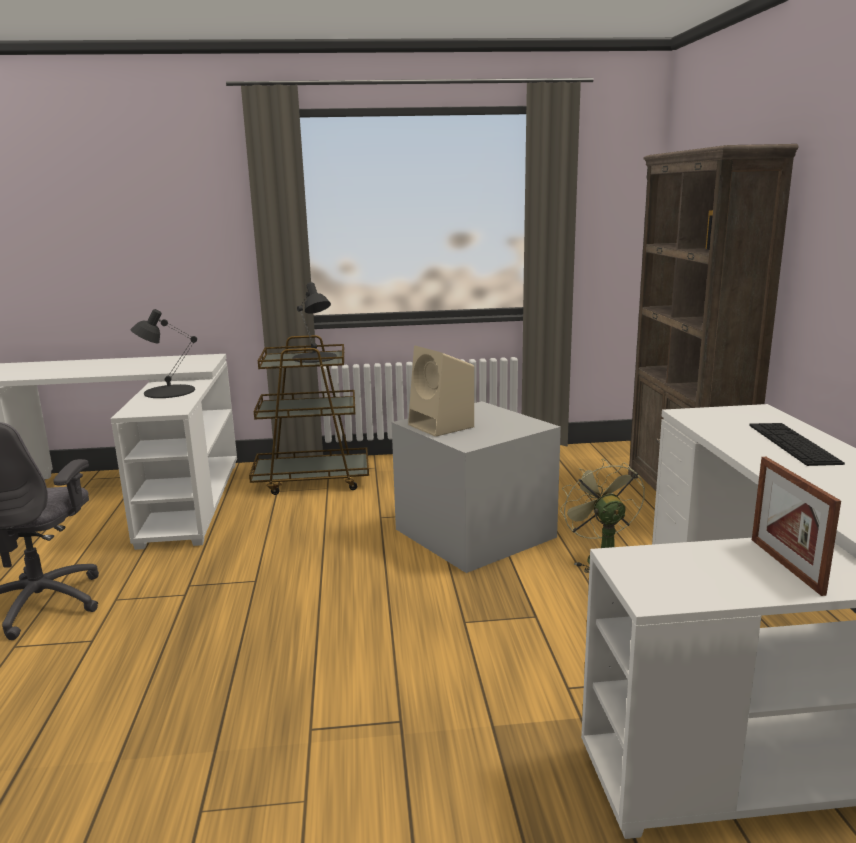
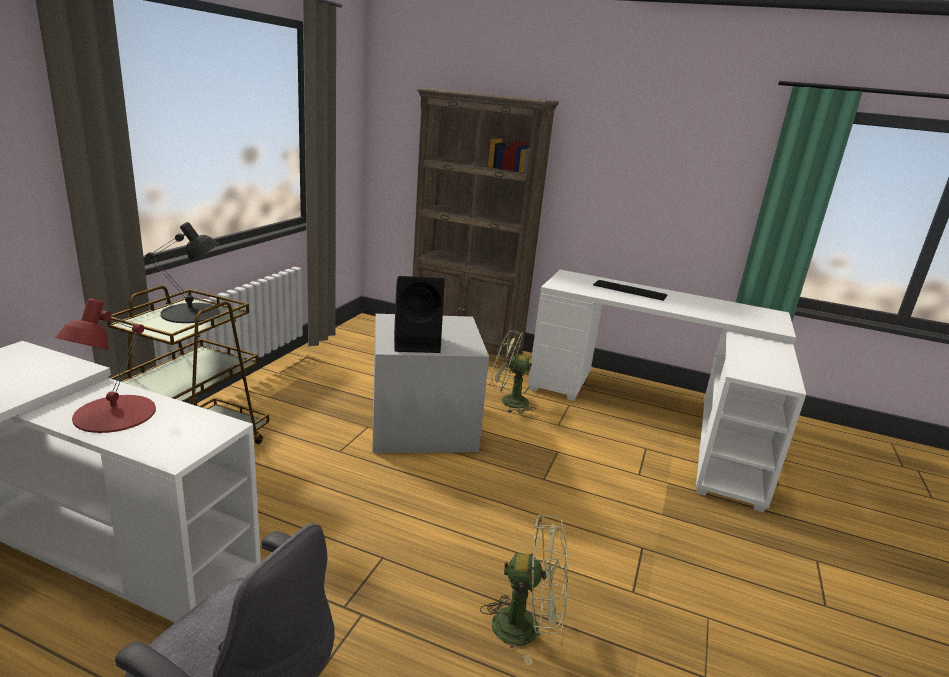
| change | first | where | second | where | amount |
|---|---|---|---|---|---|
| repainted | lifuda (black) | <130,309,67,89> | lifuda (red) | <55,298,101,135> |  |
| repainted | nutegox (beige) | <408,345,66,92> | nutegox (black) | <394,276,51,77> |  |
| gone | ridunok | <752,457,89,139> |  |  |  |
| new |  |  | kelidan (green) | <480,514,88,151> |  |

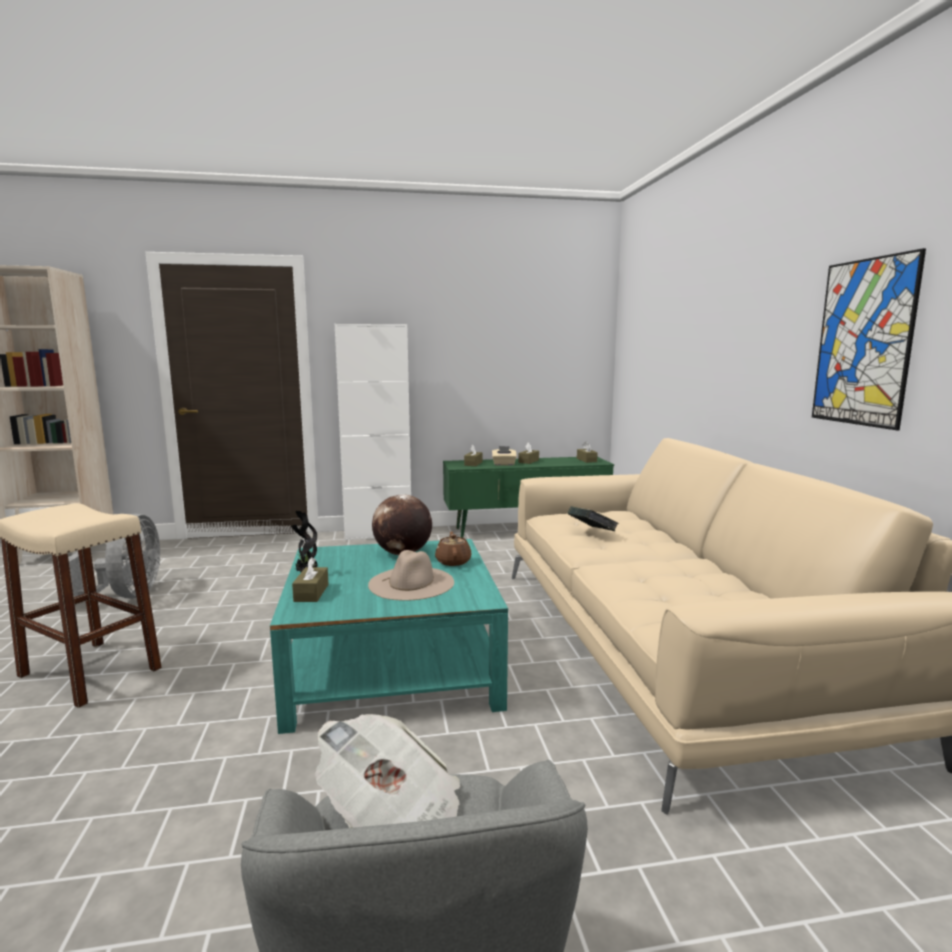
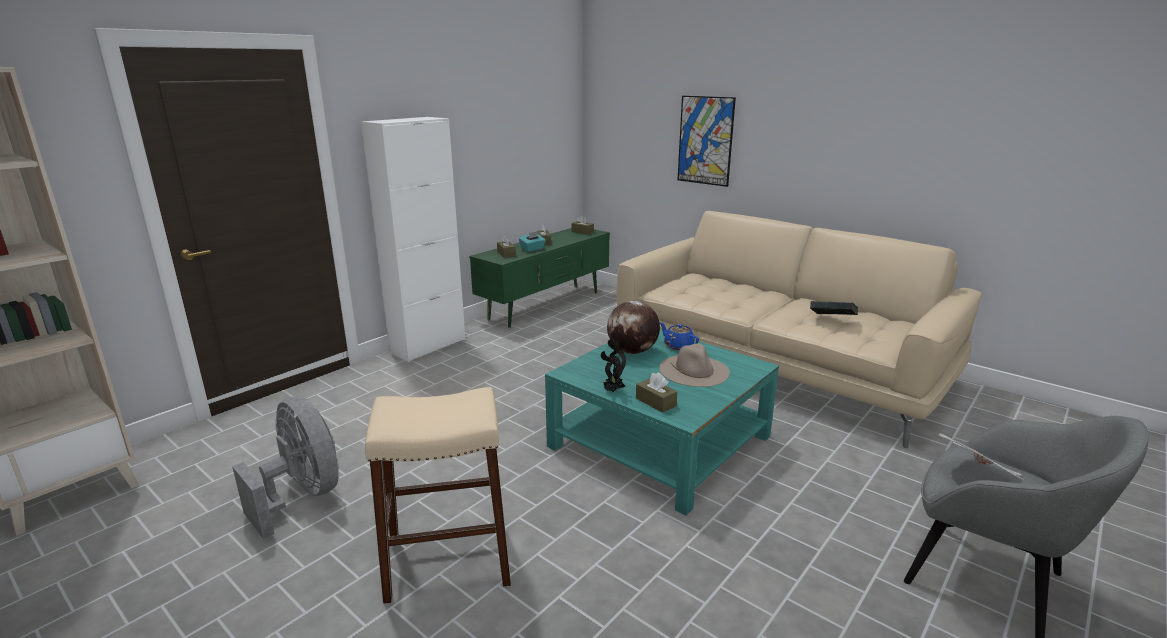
| change | first | where | second | where | amount |
|---|---|---|---|---|---|
| repainted | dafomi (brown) | <435,531,37,35> | dafomi (blue) | <660,322,39,28> |  |
| repainted | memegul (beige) | <492,446,25,19> | memegul (turquoise) | <519,231,27,21> |  |
| shifted | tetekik | <568,506,51,25> |  | <810,301,48,14> |  |
| shifted | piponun | <812,248,114,182> |  | <677,96,59,91> |  |

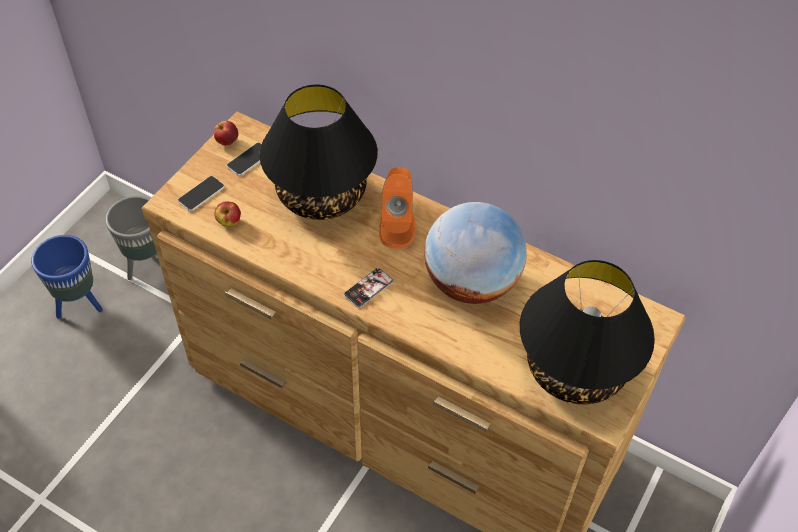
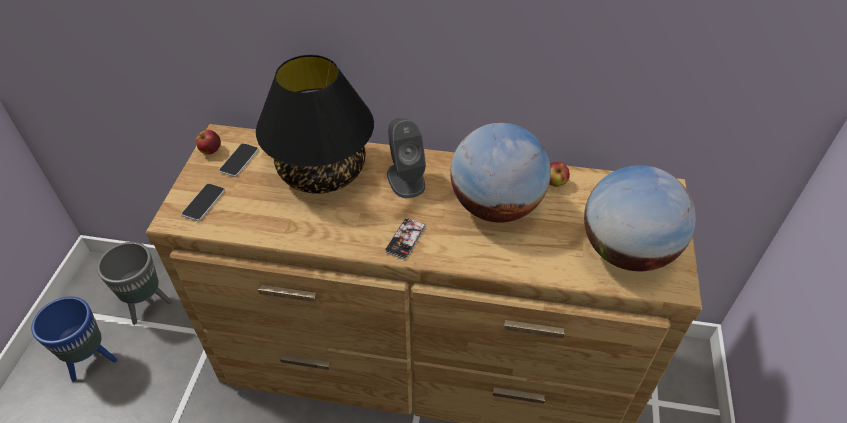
| change | first | where | second | where | amount |
|---|---|---|---|---|---|
| shifted | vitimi | <214,201,27,26> |  | <549,162,21,25> |  |
| repainted | nutegox (orange) | <379,167,37,82> | nutegox (grey) | <387,118,39,80> |  |
| swapped | lifuda (black) | <520,260,135,144> | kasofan | <584,165,112,106> |  |

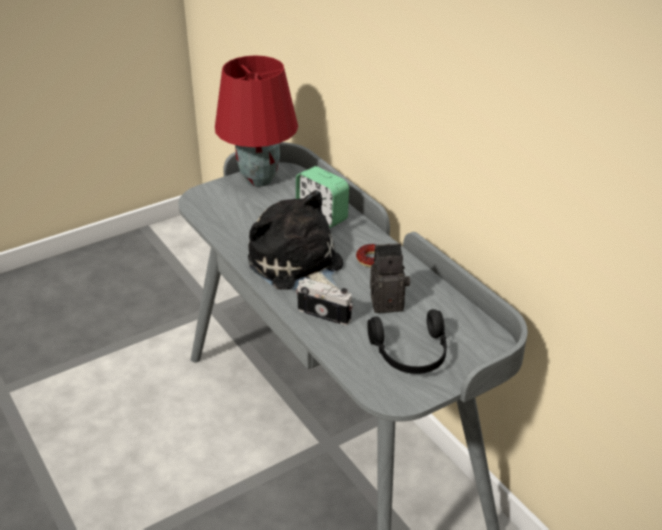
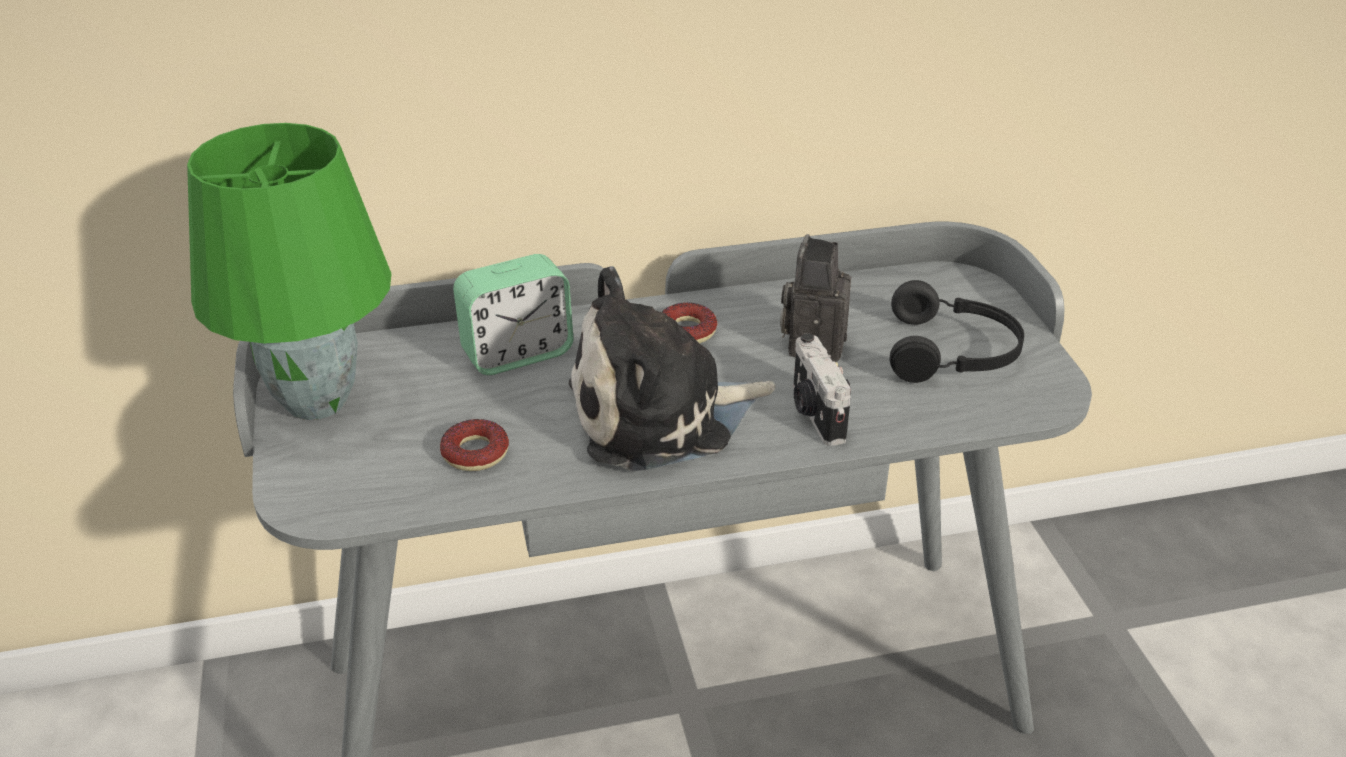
| change | first | where | second | where | amount |
|---|---|---|---|---|---|
| repainted | lifuda (red) | <215,55,83,132> | lifuda (green) | <187,123,205,297> |  |
| rotated | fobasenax | <296,278,57,48> |  | <793,333,58,113> | 60 degrees counterclockwise |
| new |  |  | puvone | <440,419,69,52> |  |

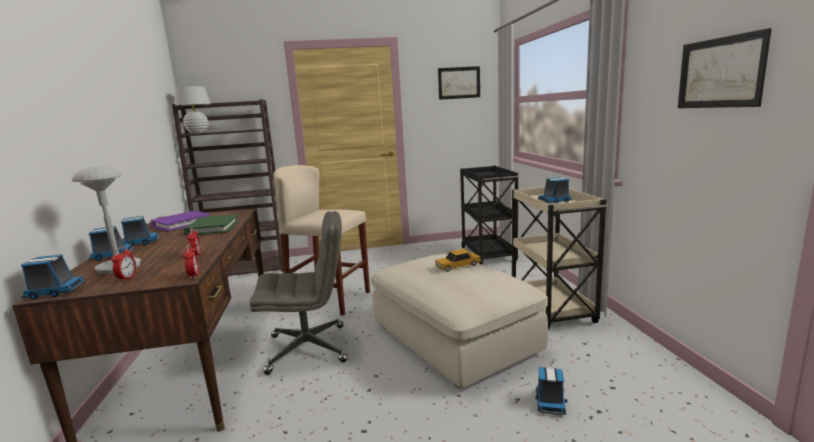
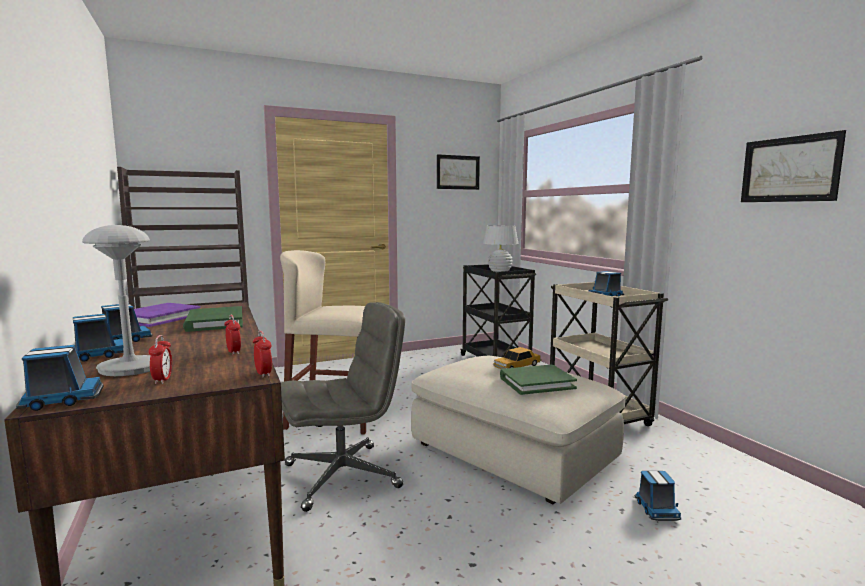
| change | first | where | second | where | amount |
|---|---|---|---|---|---|
| shifted | lifuda (white) | <174,86,37,48> |  | <483,225,36,47> |  |
| new |  |  | tetekik (green) | <500,365,77,30> |  |

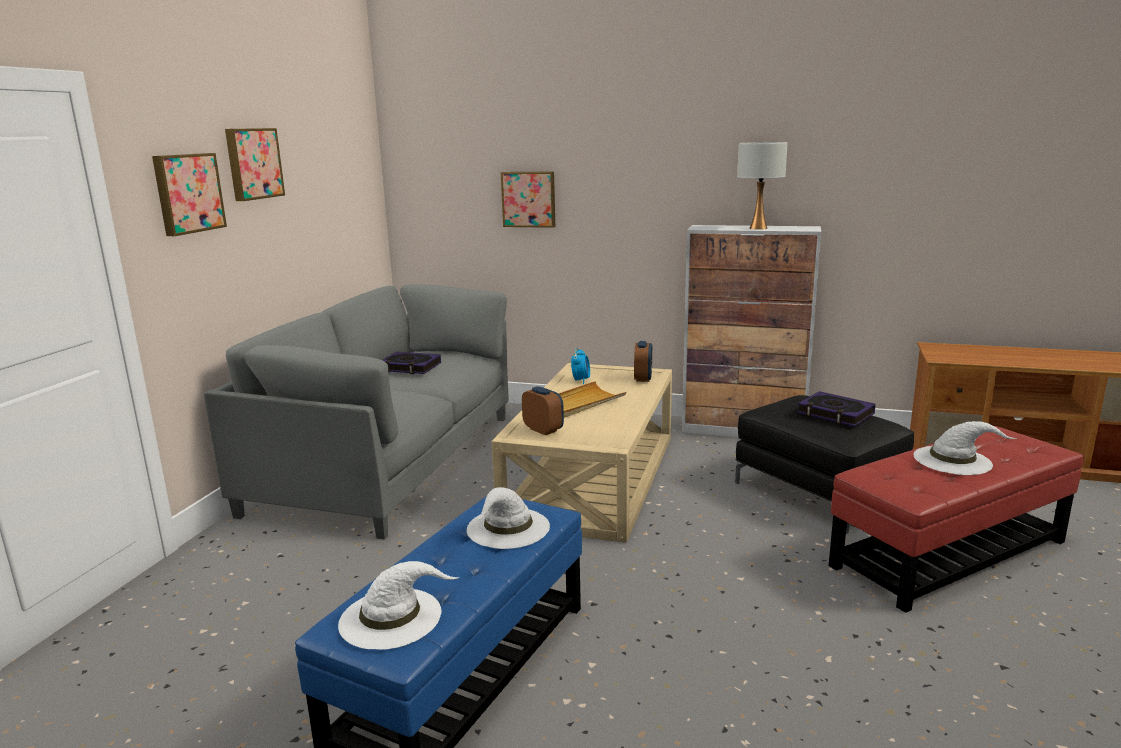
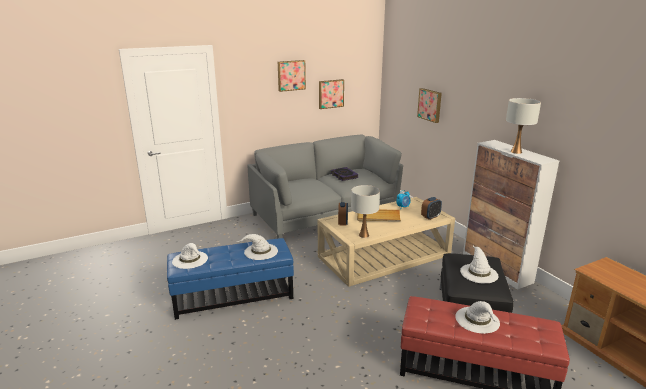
| change | first | where | second | where | amount |
|---|---|---|---|---|---|
| shifted | piponun | <152,153,75,83> |  | <319,79,25,30> |  |
| swapped | tetekik | <797,391,79,36> | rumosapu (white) | <460,246,38,37> |  |
| new |  |  | lifuda (white) | <351,185,29,53> |  |

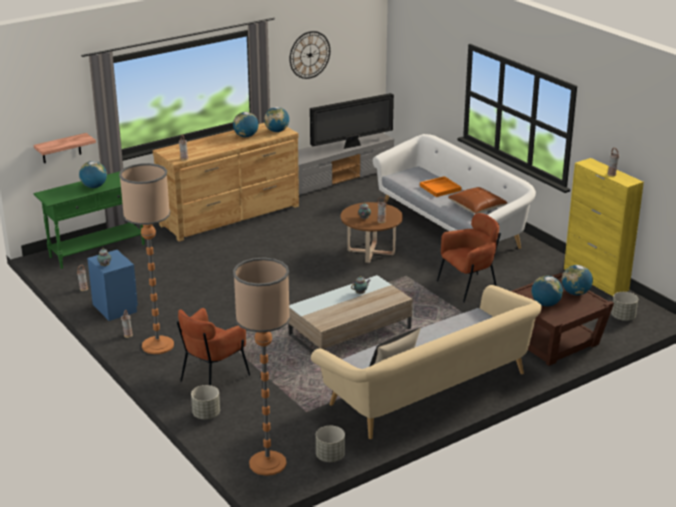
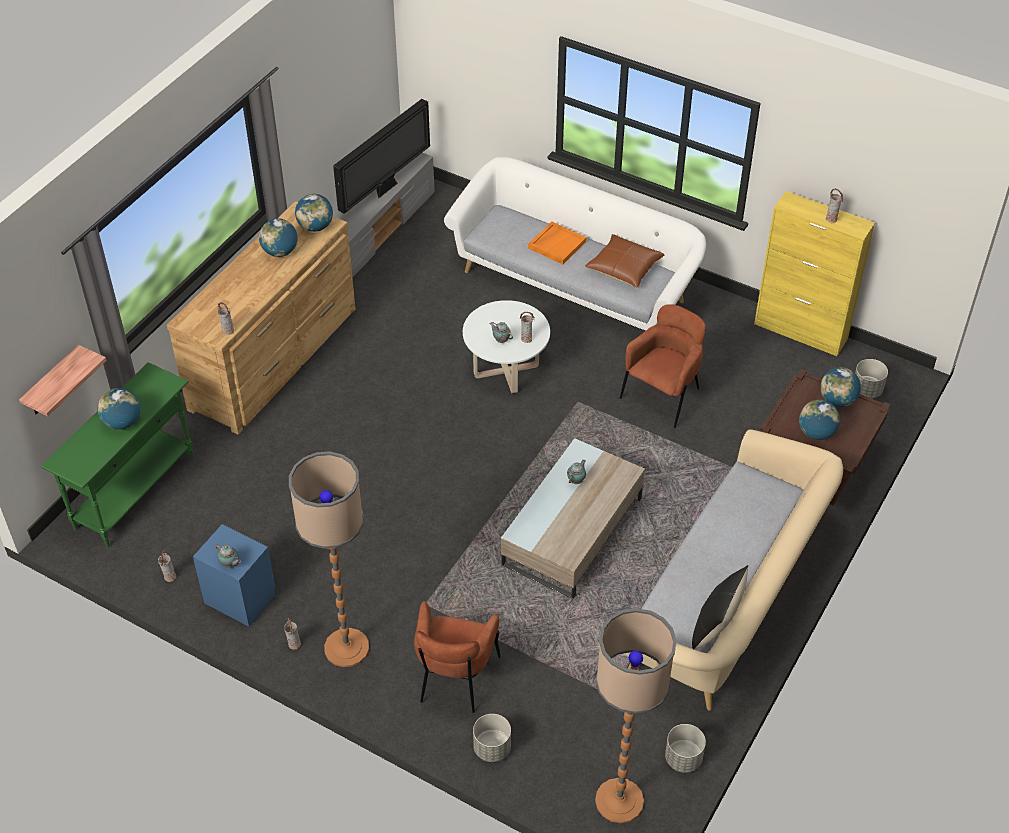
| change | first | where | second | where | amount |
|---|---|---|---|---|---|
| gone | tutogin | <290,31,40,48> |  |  |  |
| repainted | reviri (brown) | <340,202,63,61> | reviri (white) | <463,300,87,93> |  |

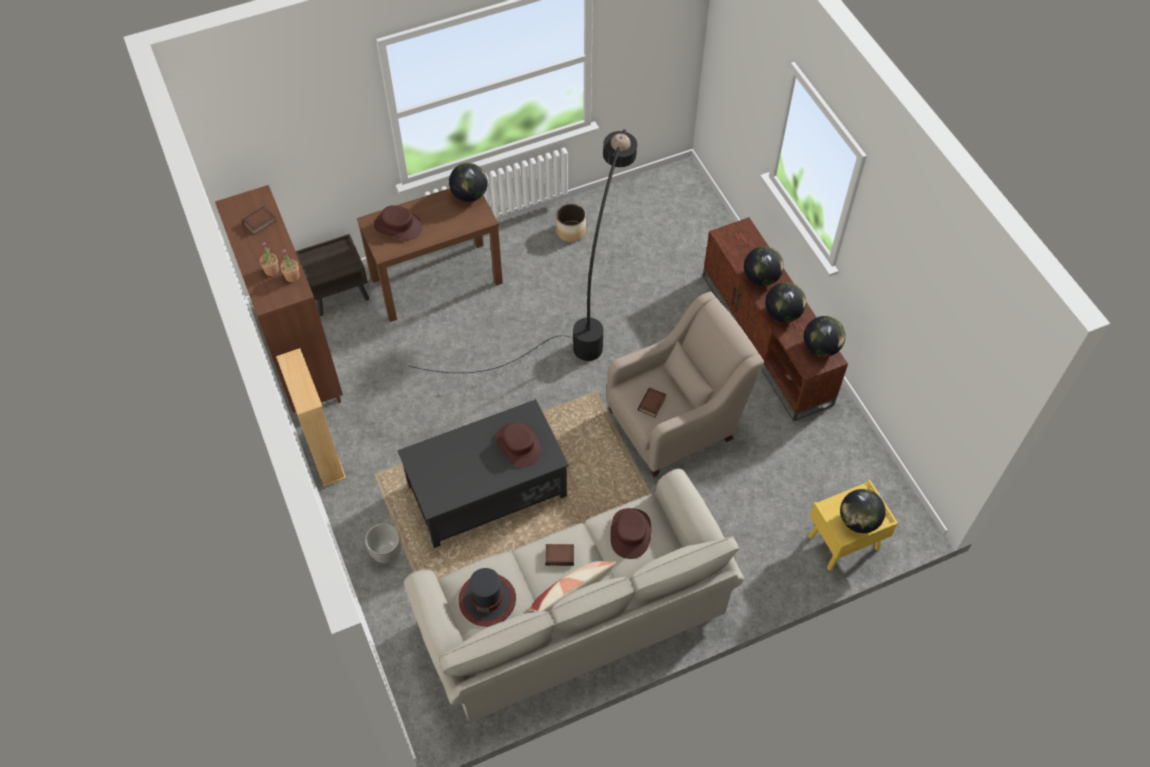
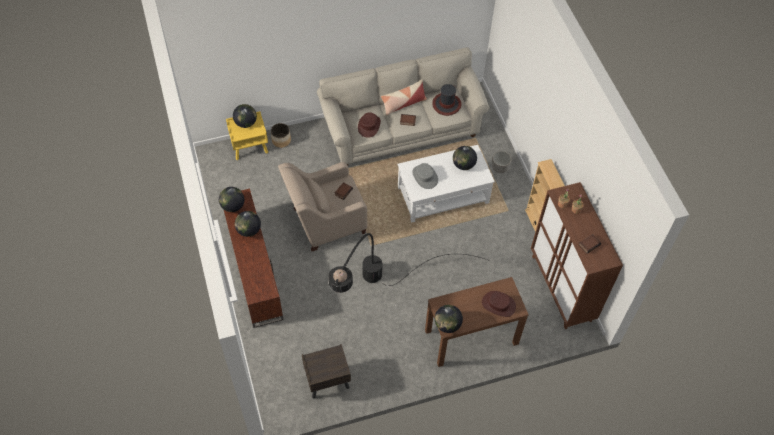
| change | first | where | second | where | amount |
|---|---|---|---|---|---|
| shifted | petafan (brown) | <296,234,73,82> |  | <302,344,49,54> |  |
| repainted | reviri (black) | <398,399,171,149> | reviri (white) | <398,145,97,78> |  |
| repainted | rumosapu (brown) | <495,422,46,45> | rumosapu (grey) | <412,163,26,26> |  |
| shifted | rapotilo | <556,204,30,38> |  | <271,123,20,25> |  |
| shifted | kasofan | <744,246,40,40> |  | <453,146,24,24> |  |

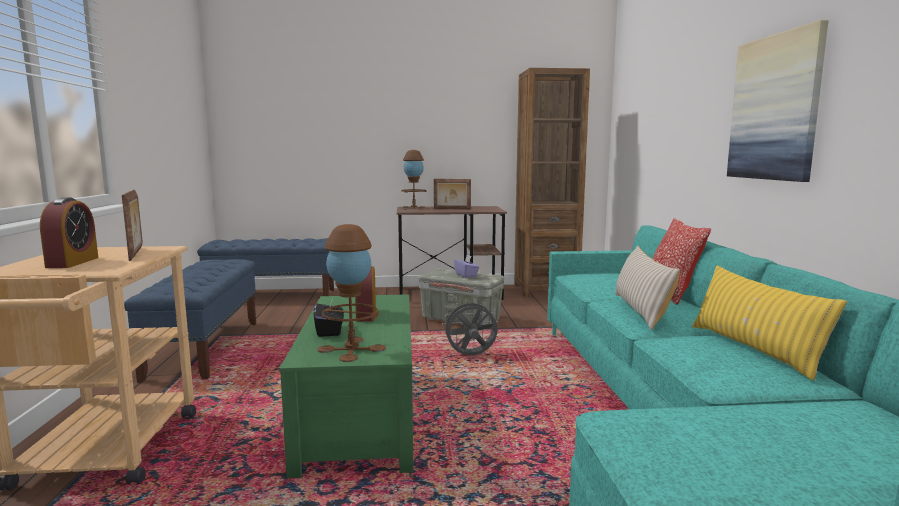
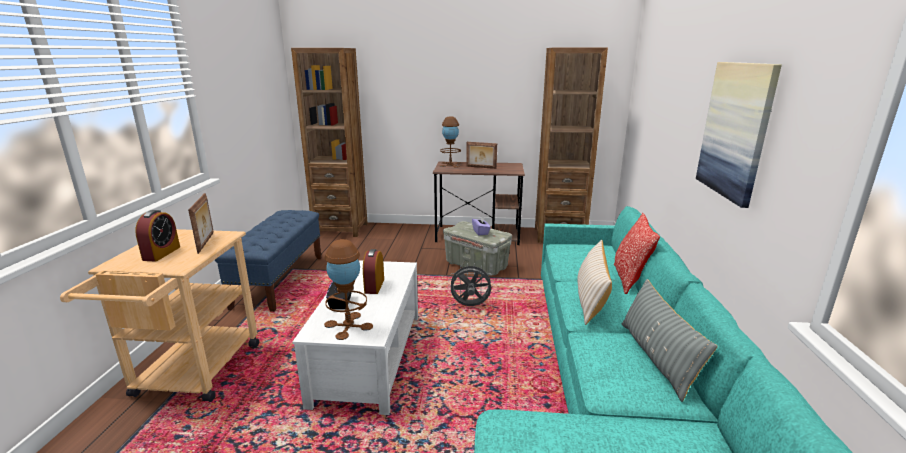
| change | first | where | second | where | amount |
|---|---|---|---|---|---|
| swapped | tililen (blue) | <197,238,137,58> | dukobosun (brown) | <291,48,77,189> |  |
| repainted | reviri (green) | <279,294,135,184> | reviri (white) | <293,260,125,155> |  |
| repainted | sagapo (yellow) | <692,265,155,116> | sagapo (grey) | <621,279,97,123> |  |

